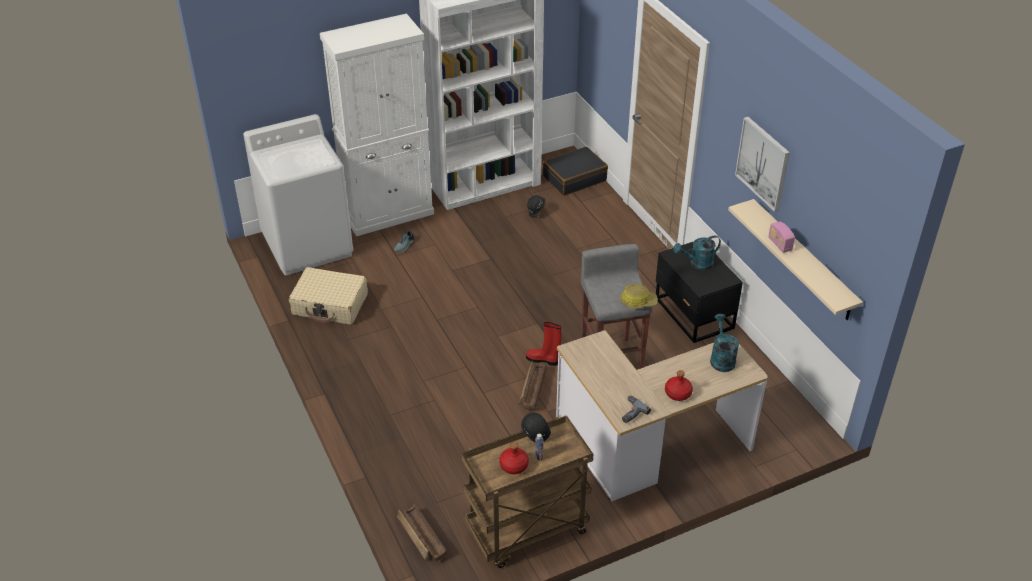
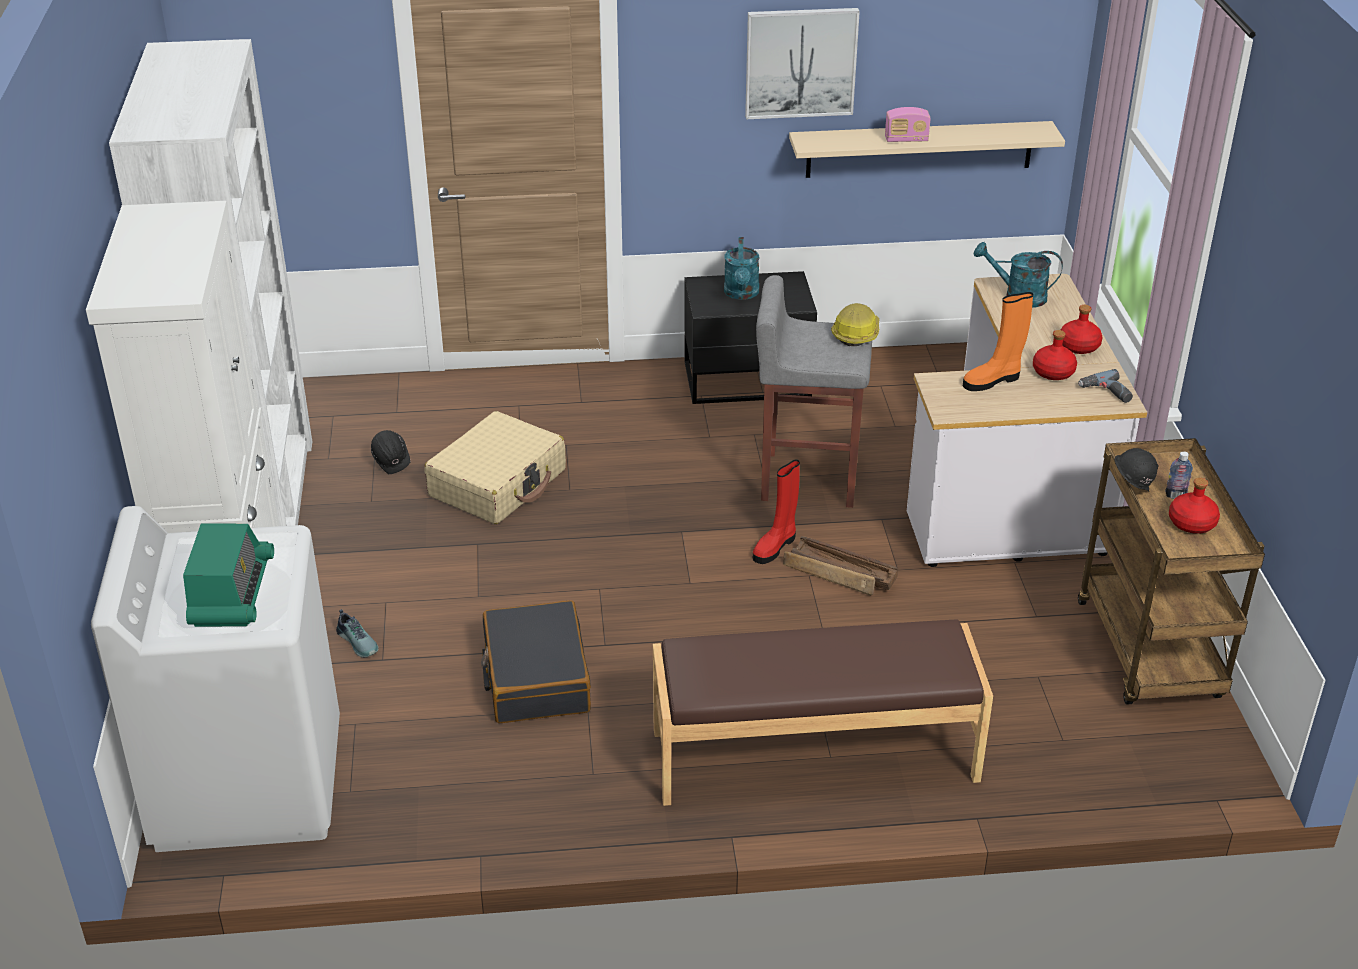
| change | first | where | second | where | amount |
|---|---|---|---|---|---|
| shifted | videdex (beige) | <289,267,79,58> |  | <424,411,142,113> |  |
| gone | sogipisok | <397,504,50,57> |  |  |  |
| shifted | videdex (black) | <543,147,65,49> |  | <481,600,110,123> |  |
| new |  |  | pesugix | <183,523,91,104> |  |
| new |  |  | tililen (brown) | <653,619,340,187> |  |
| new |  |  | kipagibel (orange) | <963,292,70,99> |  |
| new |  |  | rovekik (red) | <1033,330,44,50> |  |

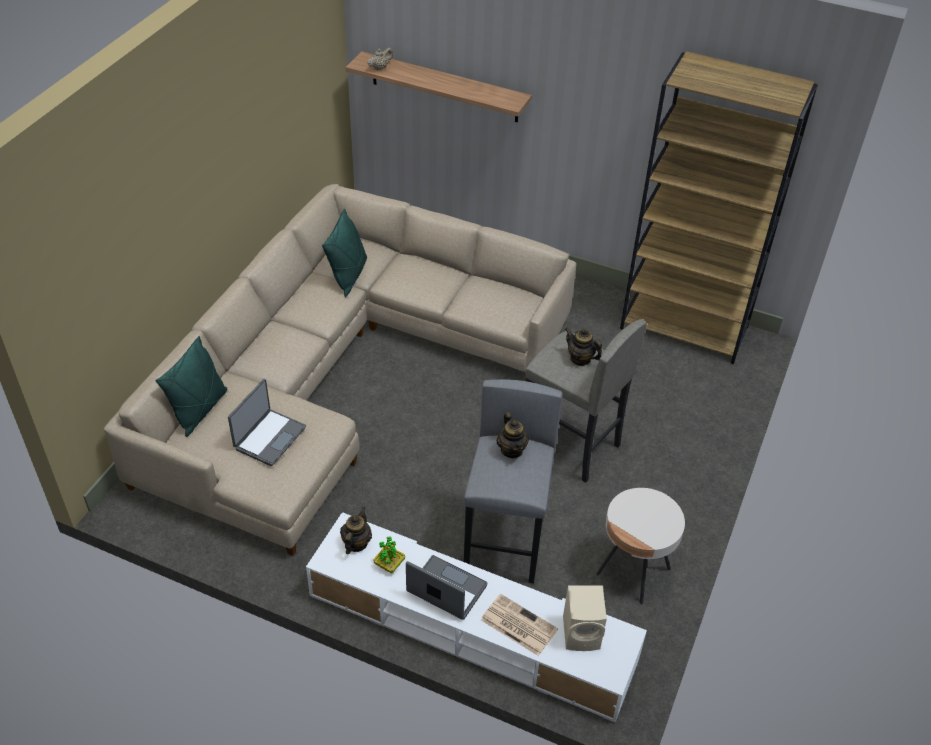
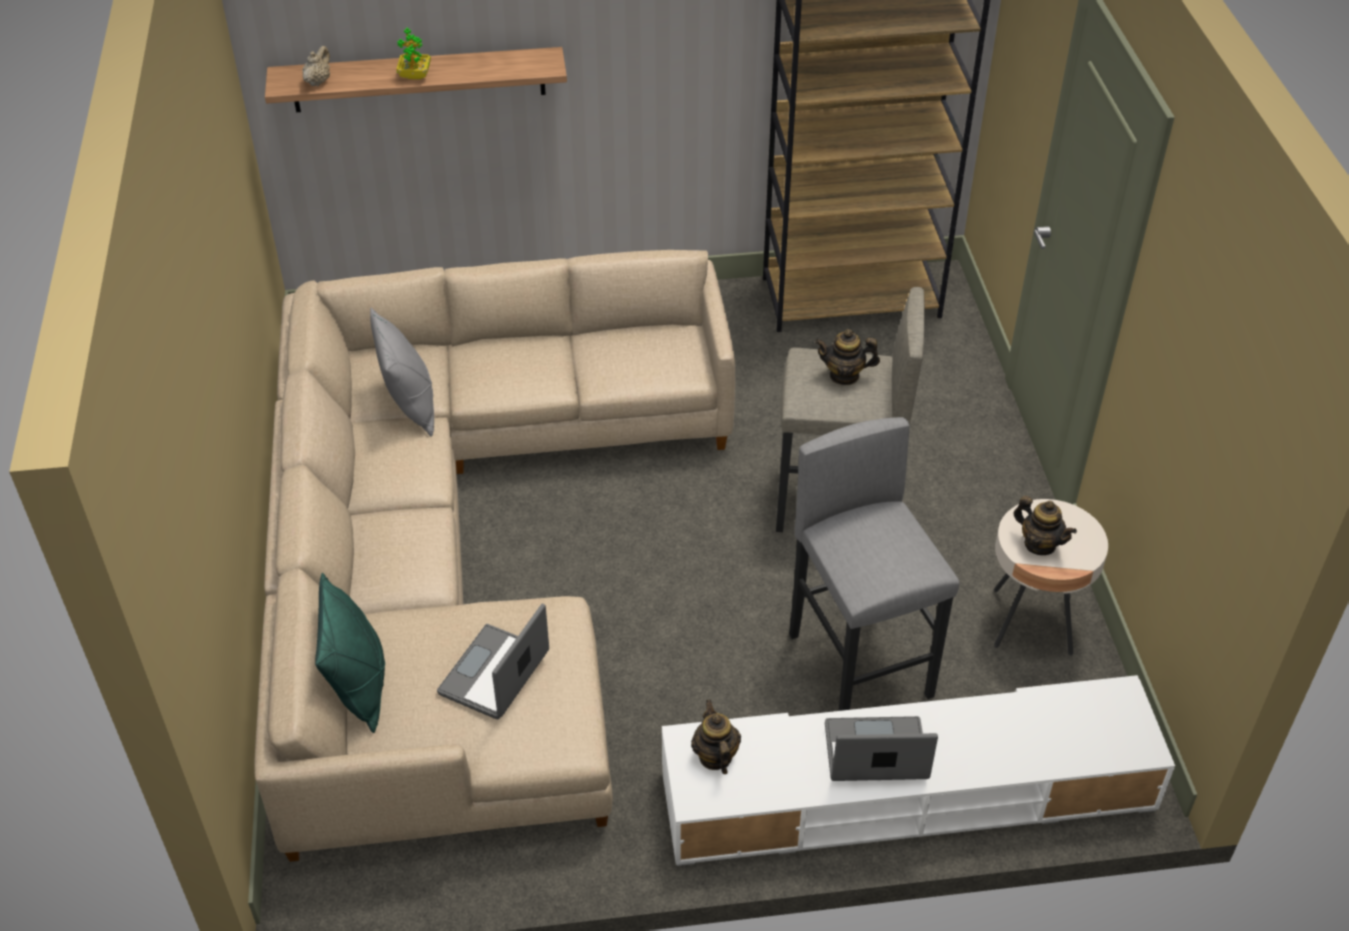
| change | first | where | second | where | amount |
|---|---|---|---|---|---|
| rotated | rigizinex | <228,379,78,87> |  | <437,604,112,115> | 150 degrees counterclockwise |
| repainted | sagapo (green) | <322,209,45,88> | sagapo (grey) | <370,307,64,130> |  |
| shifted | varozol | <373,536,32,38> |  | <396,28,35,51> |  |
| gone | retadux | <481,594,77,62> |  |  |  |
| shifted | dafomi | <497,412,32,47> |  | <1014,496,63,59> |  |
| gone | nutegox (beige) | <563,586,44,65> |  |  |  |

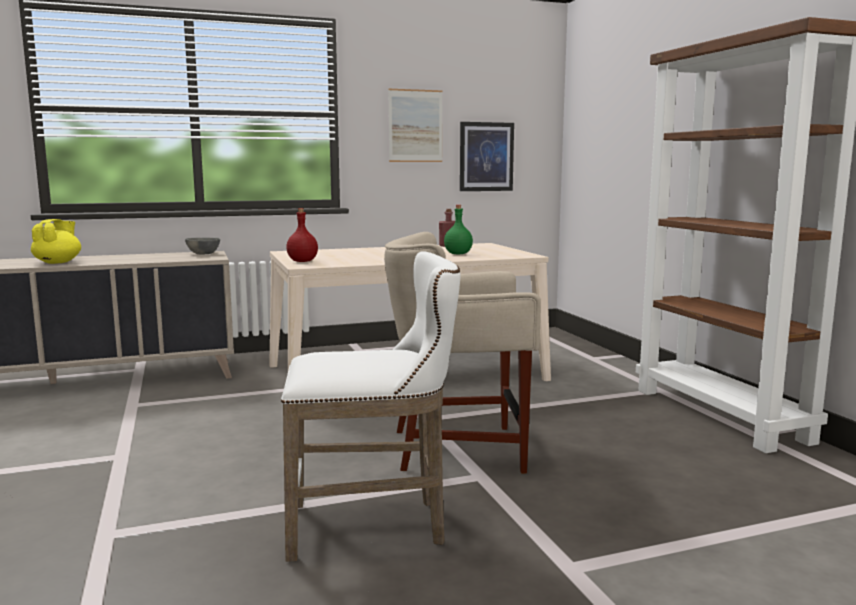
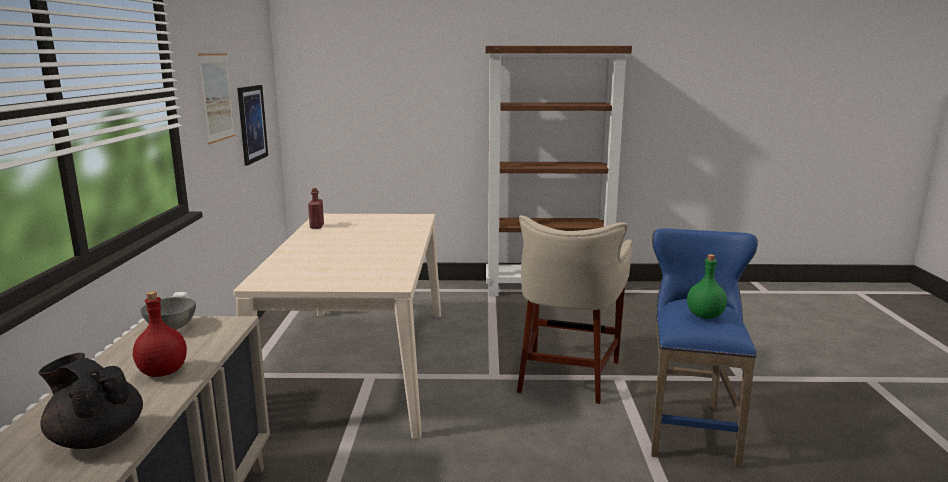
| change | first | where | second | where | amount |
|---|---|---|---|---|---|
| repainted | dafomi (yellow) | <31,219,50,45> | dafomi (black) | <39,353,104,96> |  |
| repainted | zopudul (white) | <281,251,180,311> | zopudul (blue) | <651,228,107,240> |  |
| shifted | rovekik (red) | <286,208,32,54> |  | <133,291,54,86> |  |
| shifted | rovekik (green) | <444,205,29,50> |  | <687,254,40,65> |  |

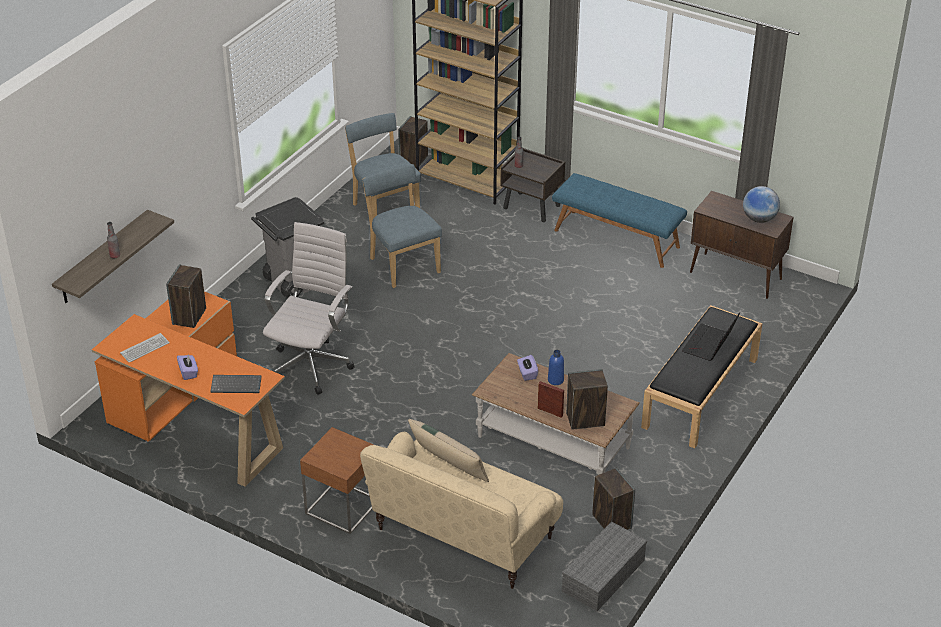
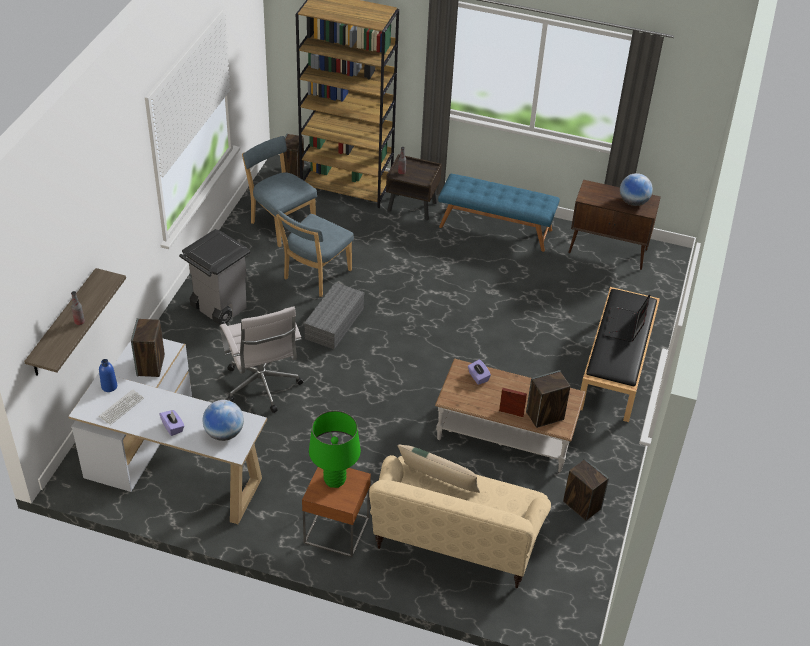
| change | first | where | second | where | amount |
|---|---|---|---|---|---|
| repainted | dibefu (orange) | <92,291,193,196> | dibefu (white) | <68,339,199,185> |  |
| swapped | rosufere | <210,375,52,18> | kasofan | <203,400,41,41> |  |
| rotated | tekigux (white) | <263,222,92,173> |  | <220,307,84,106> | 150 degrees clockwise |
| rotated | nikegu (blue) | <362,164,80,124> |  | <276,210,78,87> | 105 degrees counterclockwise |
| shifted | rovekik (blue) | <548,350,16,35> |  | <99,359,18,33> |  |
| shifted | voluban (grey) | <562,521,85,90> |  | <304,282,61,67> |  |
| new |  |  | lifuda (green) | <309,411,52,77> |  |

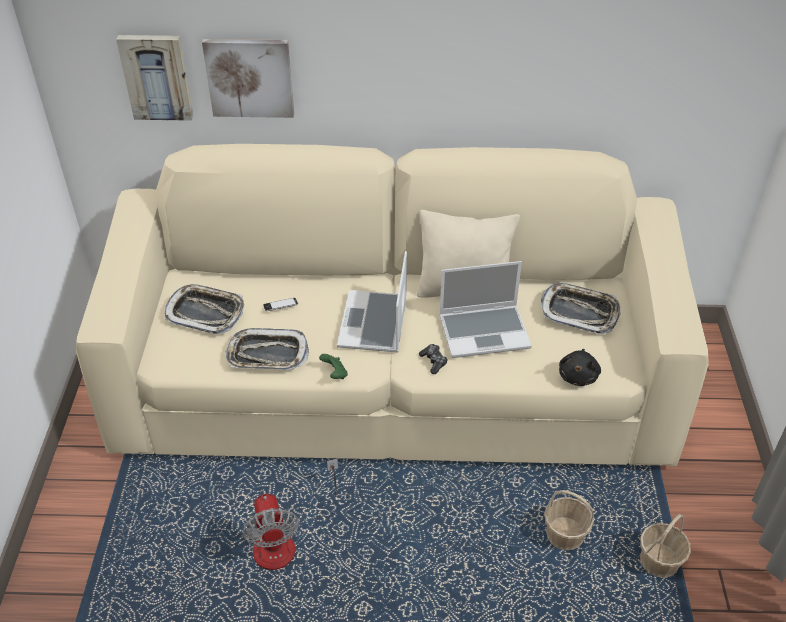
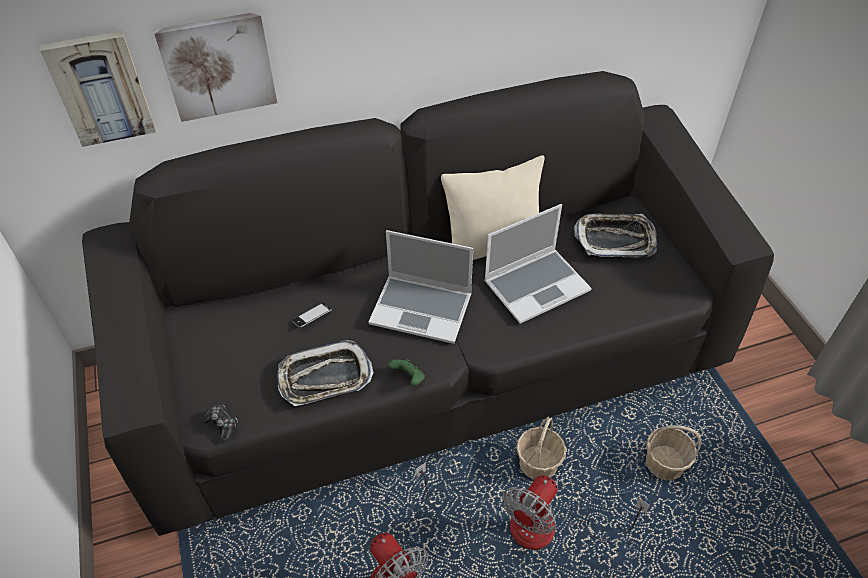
| change | first | where | second | where | amount |
|---|---|---|---|---|---|
| repainted | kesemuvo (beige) | <76,144,633,322> | kesemuvo (black) | <82,71,692,465> |  |
| gone | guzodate | <165,284,79,50> |  |  |  |
| rotated | rigizinex | <337,251,70,101> |  | <368,230,105,114> | 60 degrees counterclockwise |
| shifted | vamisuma | <419,344,29,30> |  | <202,405,36,38> |  |
| gone | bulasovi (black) | <559,349,42,37> |  |  |  |
| shifted | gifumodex | <640,514,51,64> |  | <517,417,49,63> |  |
| new |  |  | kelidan | <503,475,147,75> |  |

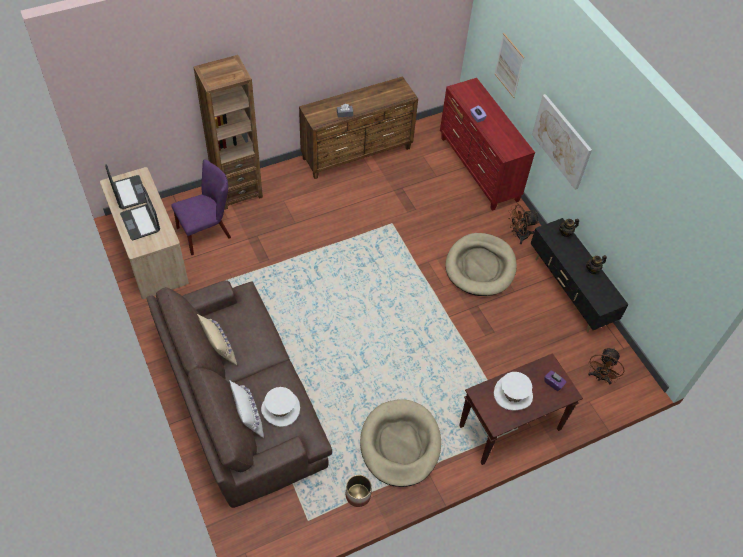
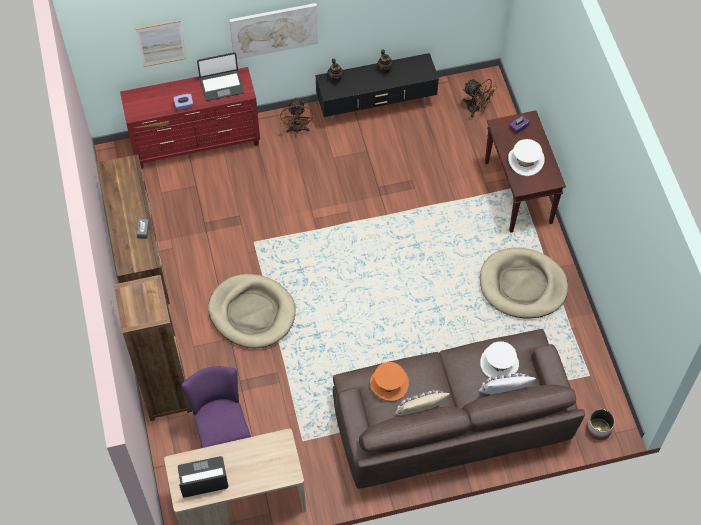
| change | first | where | second | where | amount |
|---|---|---|---|---|---|
| shifted | rigizinex | <120,186,40,54> |  | <197,52,47,49> |  |
| shifted | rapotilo | <346,475,26,32> |  | <586,409,29,31> |  |
| shifted | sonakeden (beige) | <445,233,72,63> |  | <208,274,88,74> |  |
| new |  |  | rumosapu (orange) | <370,362,39,40> |  |

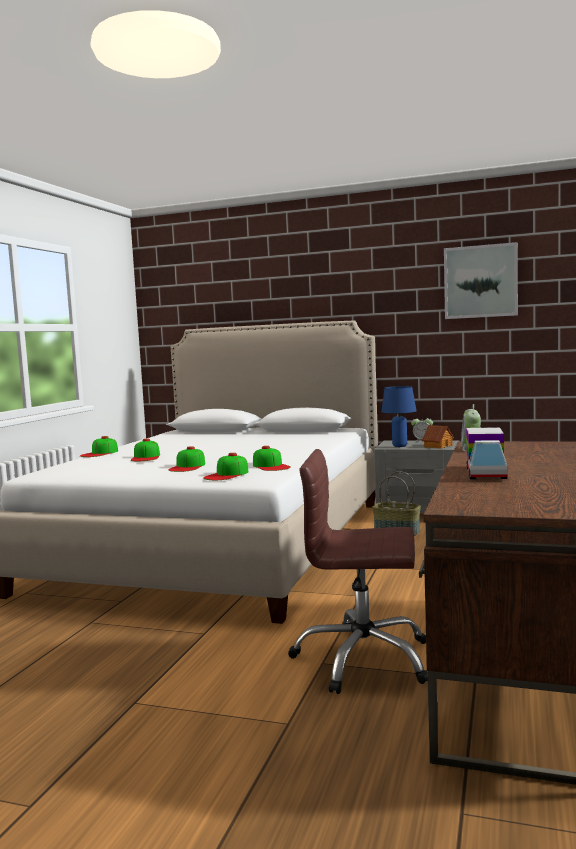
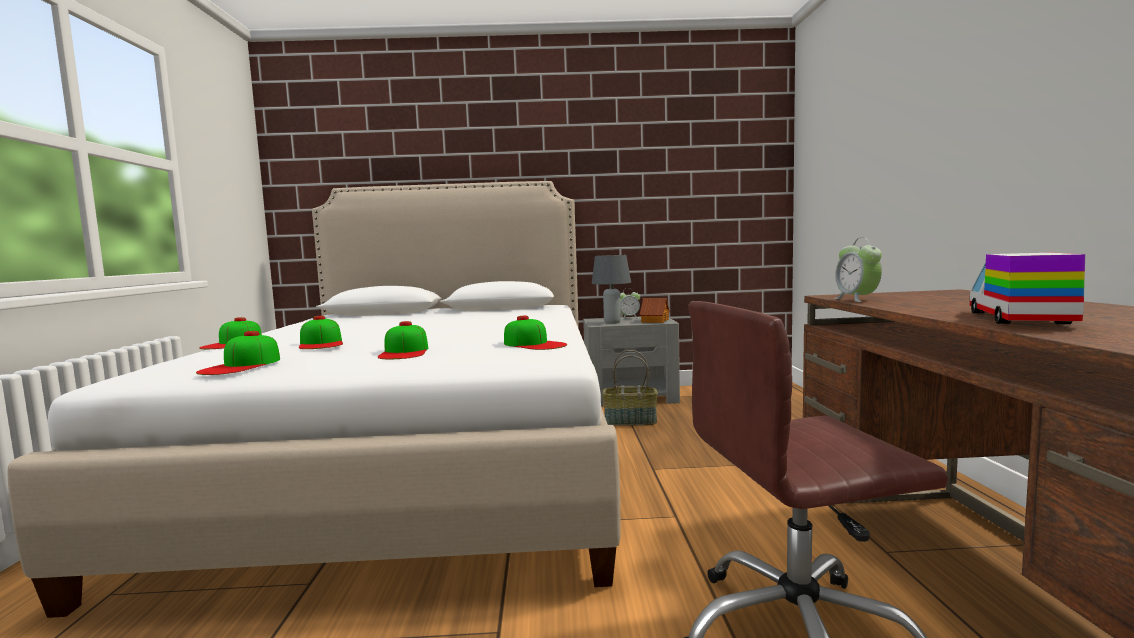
| change | first | where | second | where | amount |
|---|---|---|---|---|---|
| shifted | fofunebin | <203,453,45,27> |  | <196,331,84,44> |  |
| repainted | lifuda (blue) | <381,386,36,61> | lifuda (grey) | <592,255,39,69> |  |
| gone | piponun | <444,242,74,77> |  |  |  |
| rotated | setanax | <466,427,42,52> |  | <969,253,116,72> | 150 degrees counterclockwise |

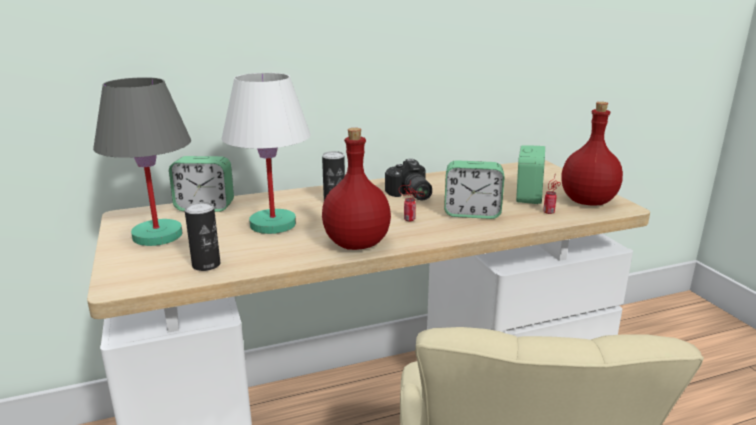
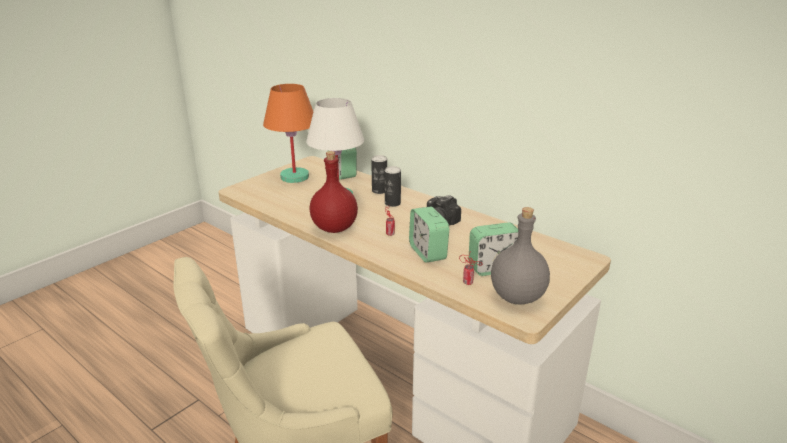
| change | first | where | second | where | amount |
|---|---|---|---|---|---|
| repainted | lifuda (grey) | <93,77,98,169> | lifuda (orange) | <263,84,51,99> |  |
| shifted | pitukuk | <185,202,35,69> |  | <371,155,16,39> |  |
| repainted | rovekik (red) | <561,102,62,104> | rovekik (grey) | <491,207,59,97> |  |

